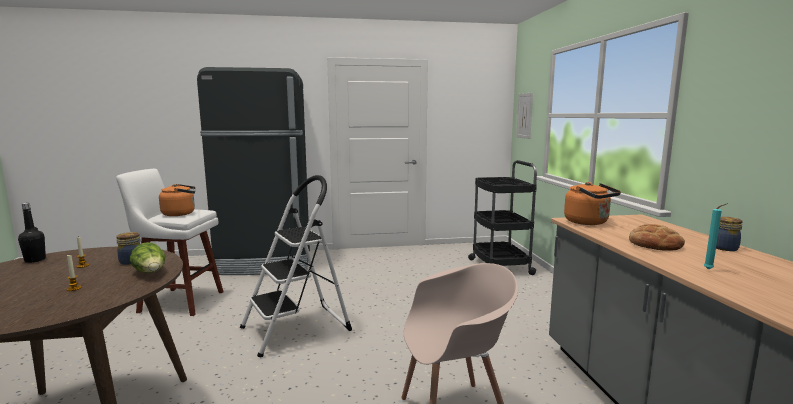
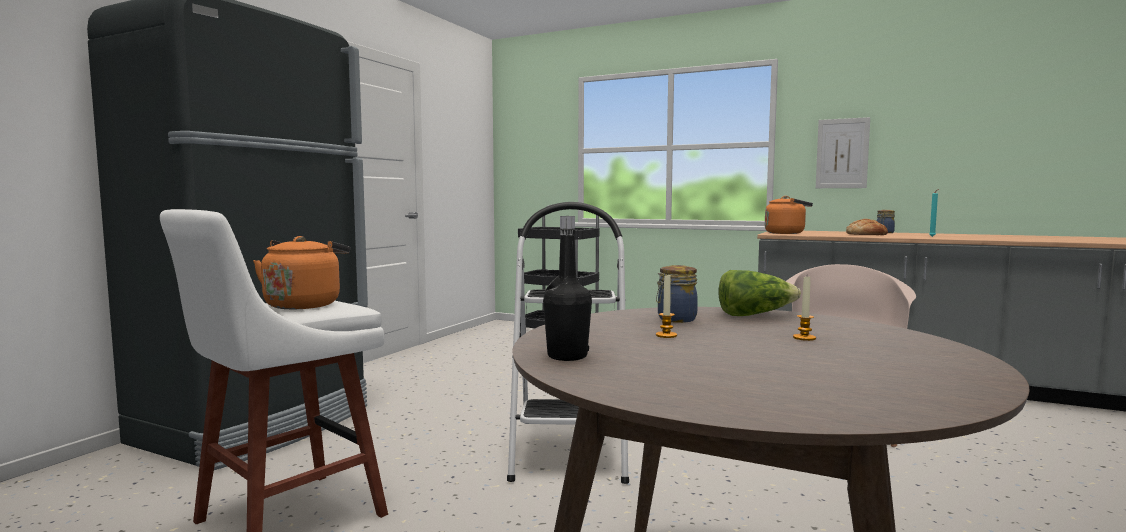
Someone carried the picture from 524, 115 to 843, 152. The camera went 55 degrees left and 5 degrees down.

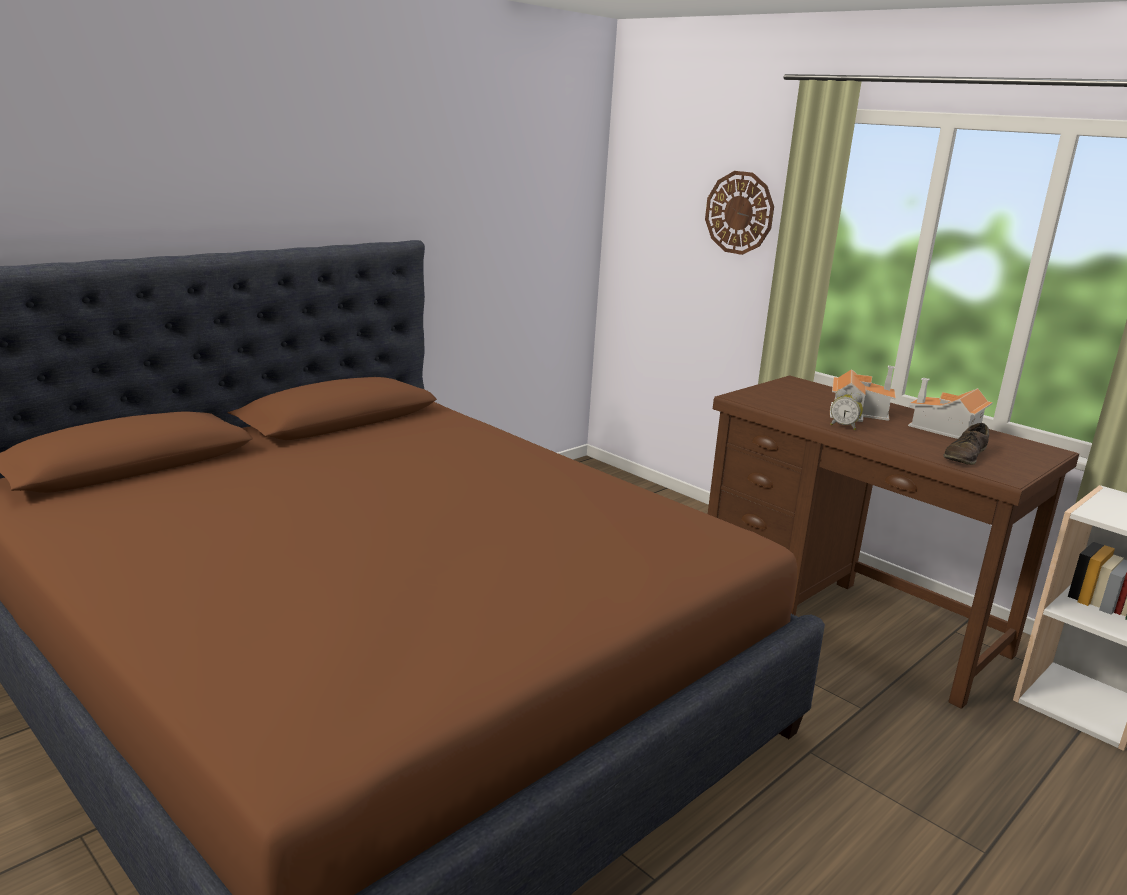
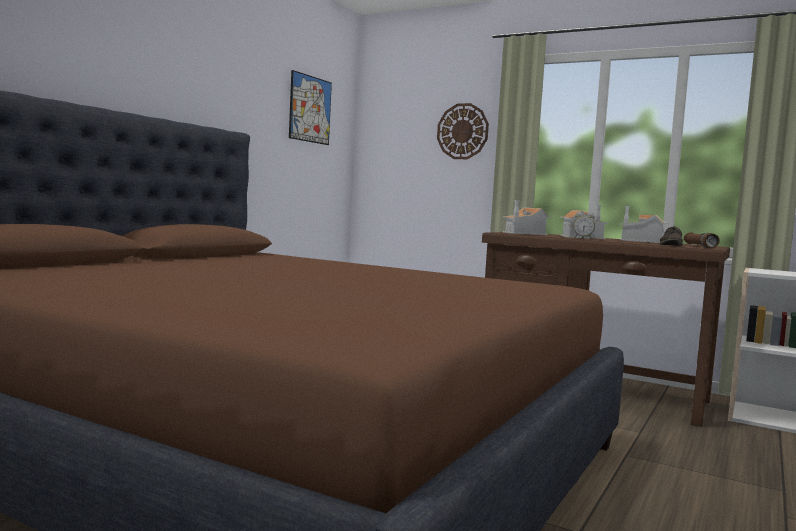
Someone put up the picture at 310, 107. Someone put down the toy house at 527, 217. Someone put down the brown flashlight at 702, 240. The camera went 15 degrees left and 15 degrees down.

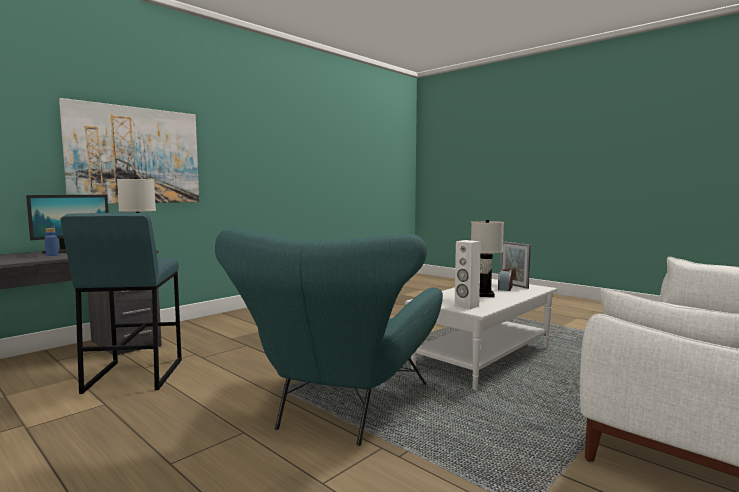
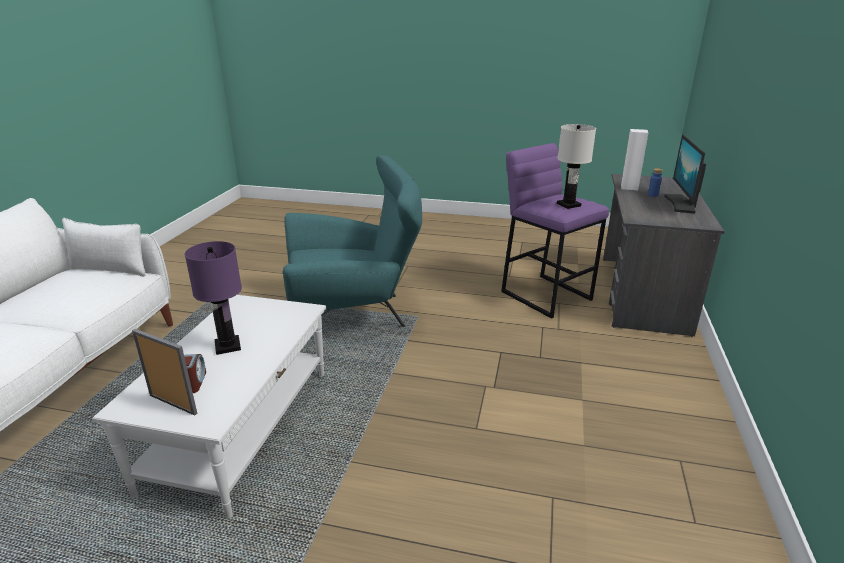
Someone took away the picture at 129, 151. Someone carried the white speaker from 467, 274 to 634, 159. Someone repainted the turquoise stool at 121, 303, which became the purple stool at 555, 231. Someone repainted the white table lamp at 487, 258, which became the purple table lamp at 213, 298. Someone rotated the turquoise armchair at 329, 337 by 90 degrees clockwise. The camera went 150 degrees right and 20 degrees up.

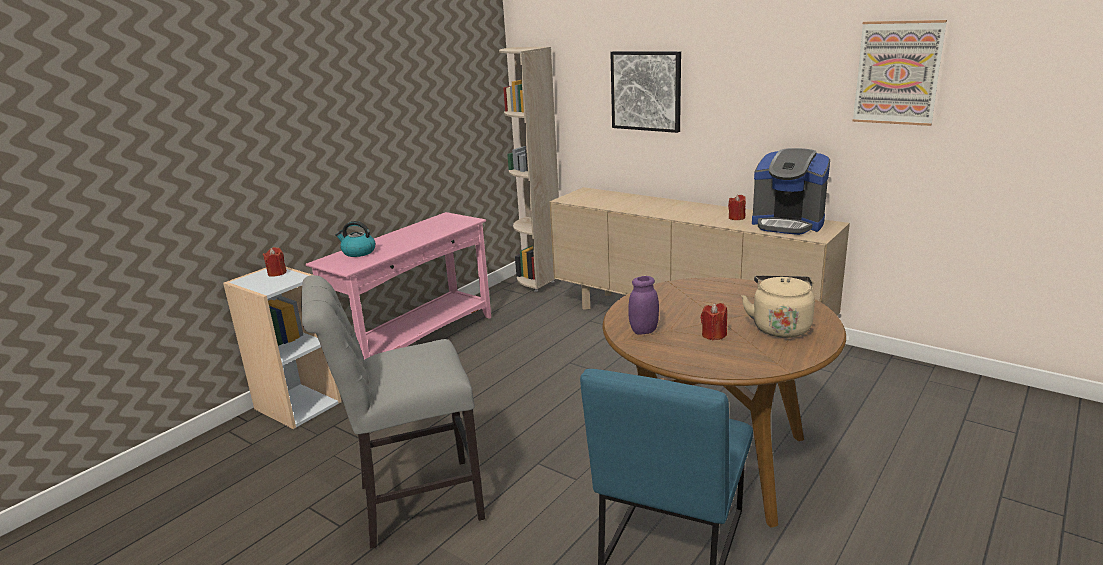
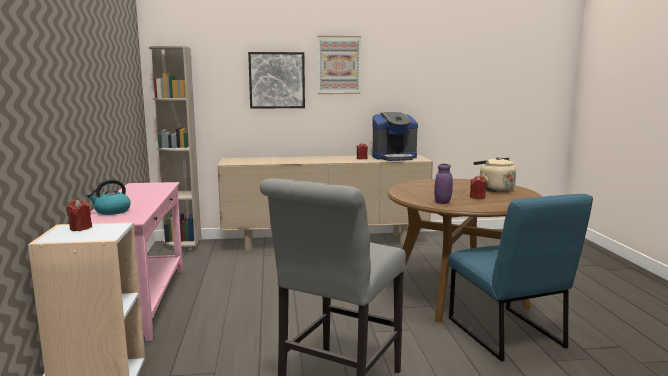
Someone carried the picture from 899, 73 to 339, 65. The camera went 45 degrees left and 10 degrees down.

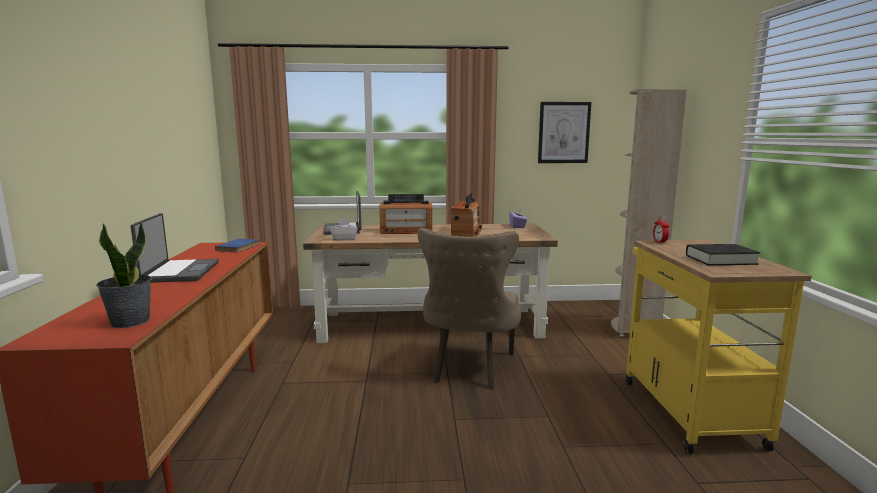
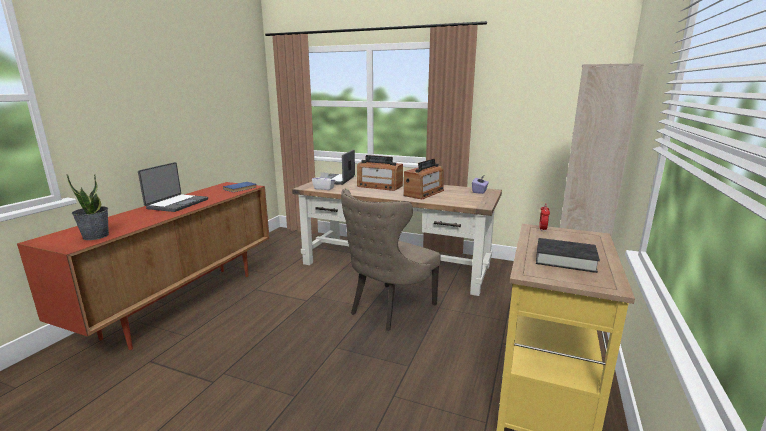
Someone took away the picture at 564, 132. The camera went 25 degrees right and 5 degrees up.

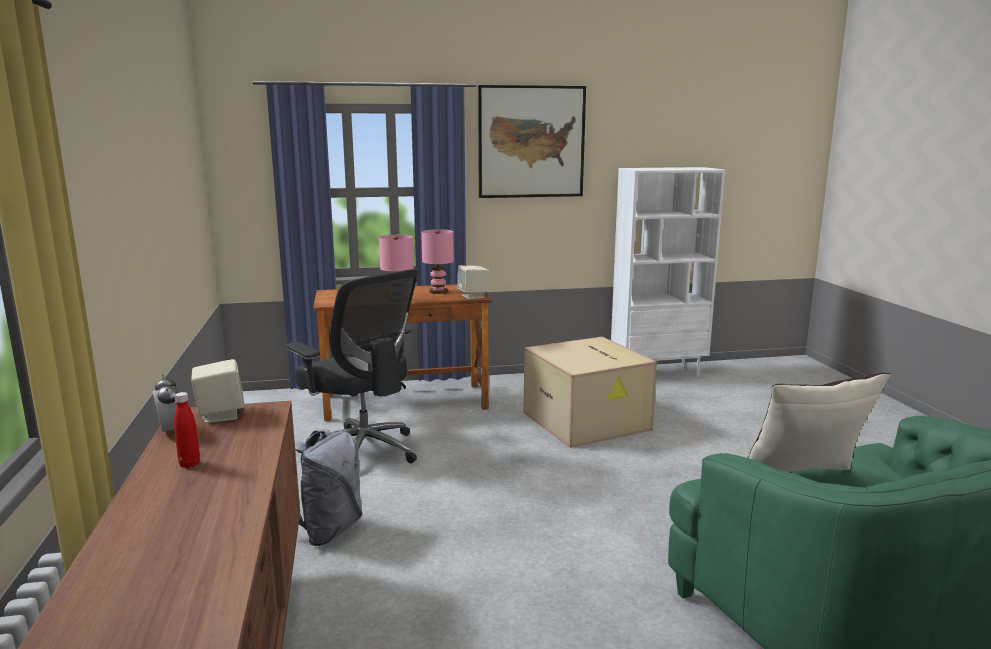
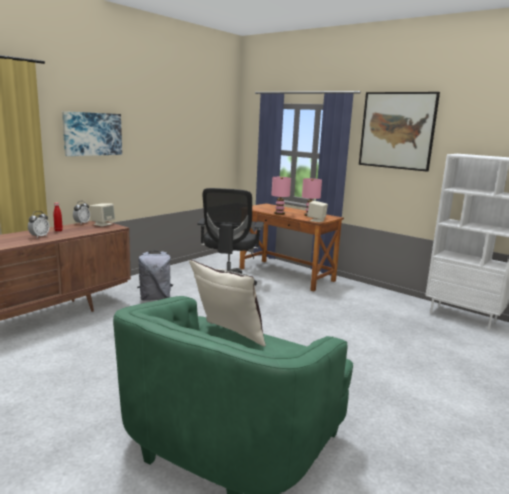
Someone took away the cardboard box at 590, 392. Someone put down the alarm clock at 39, 224. Someone put up the picture at 92, 133. The camera went 50 degrees right and 0 degrees up.

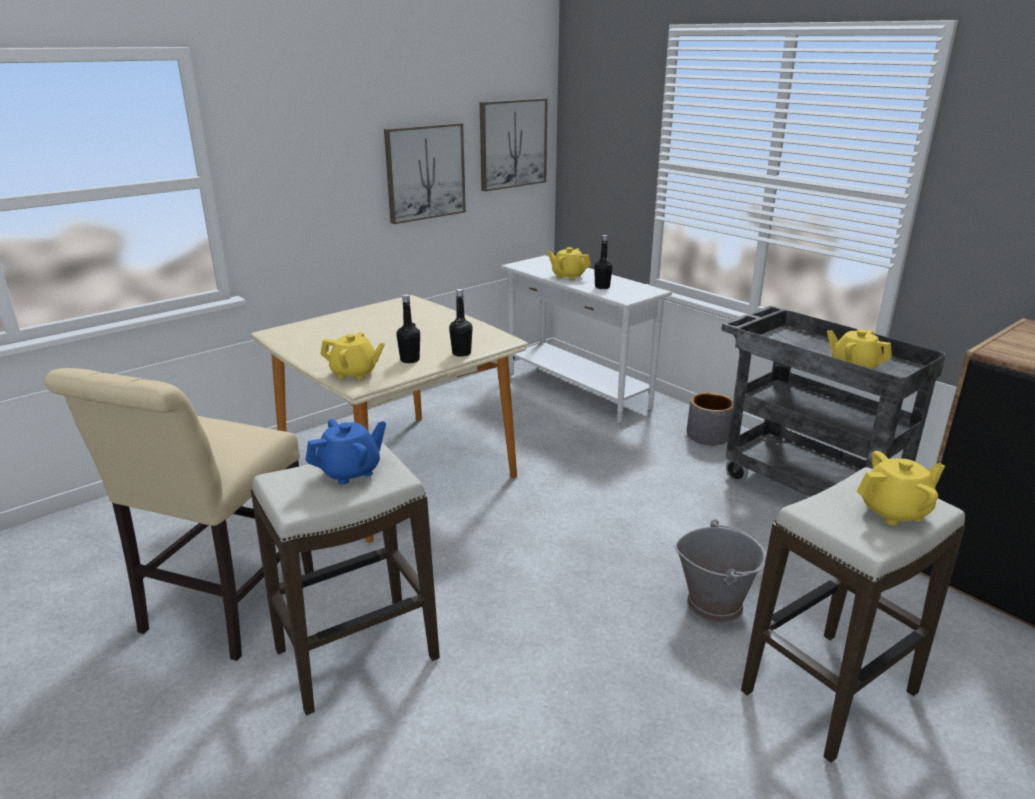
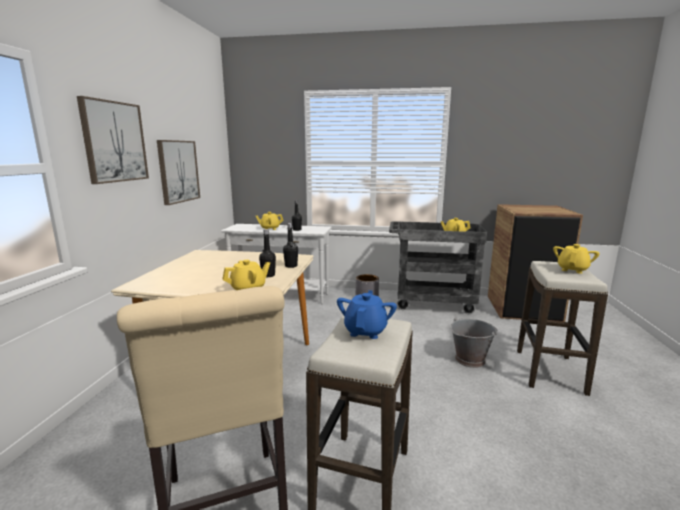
Someone carried the picture from 514, 144 to 113, 140. The camera went 40 degrees left and 10 degrees down.

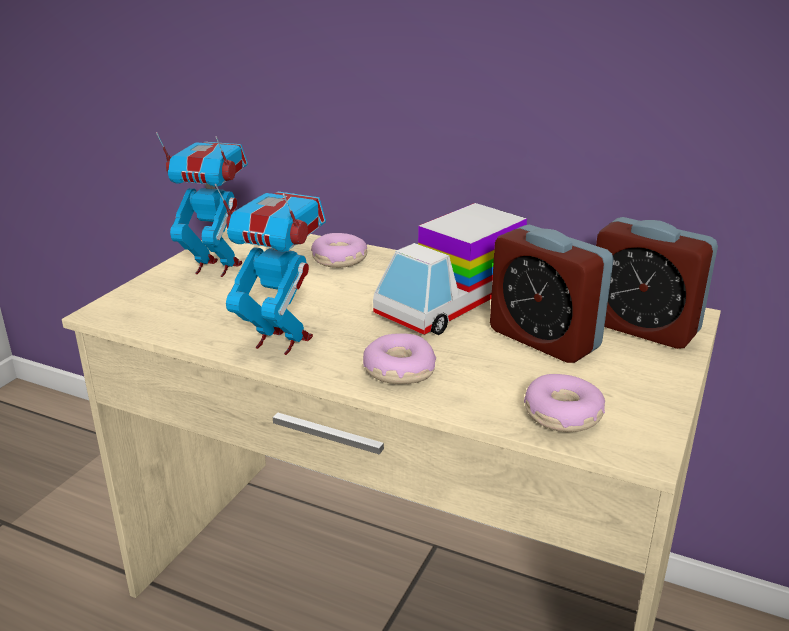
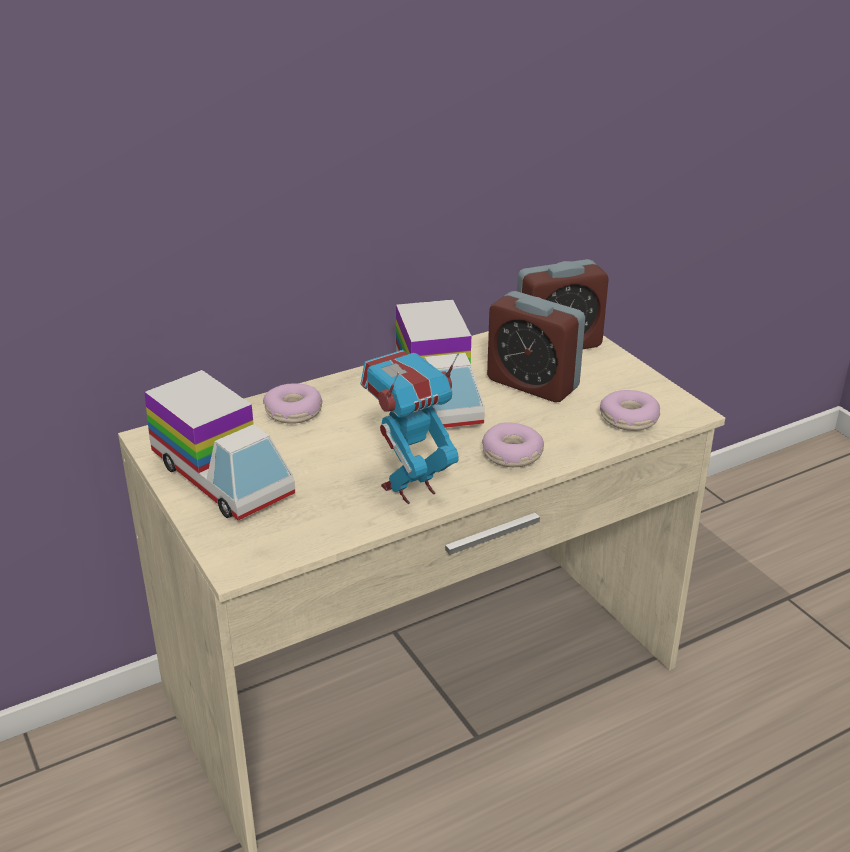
Someone swapped the toy robot at 202, 204 for the toy truck at 219, 445. Someone rotated the alarm clock at 552, 294 by 45 degrees clockwise. The camera went 55 degrees left and 5 degrees up.

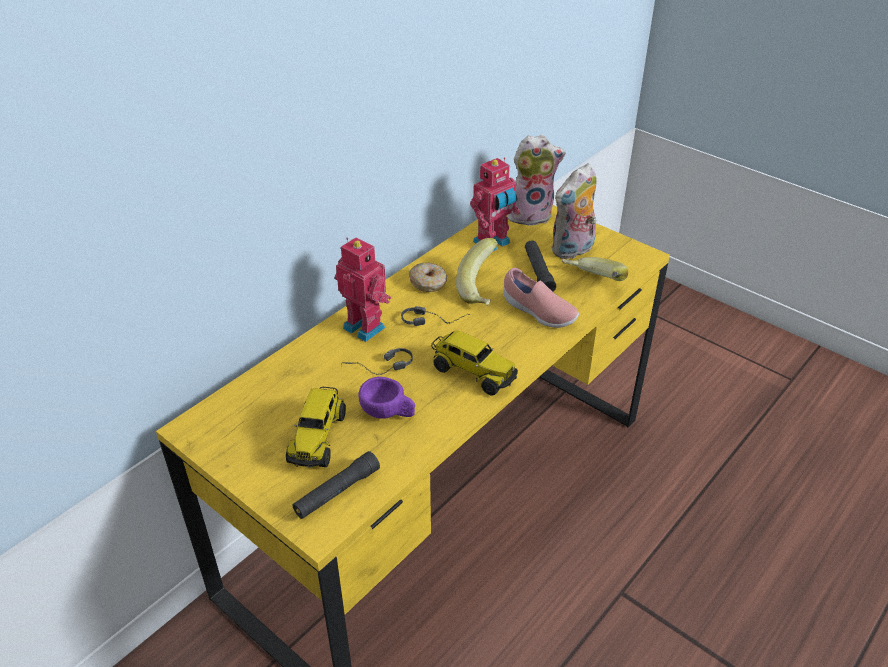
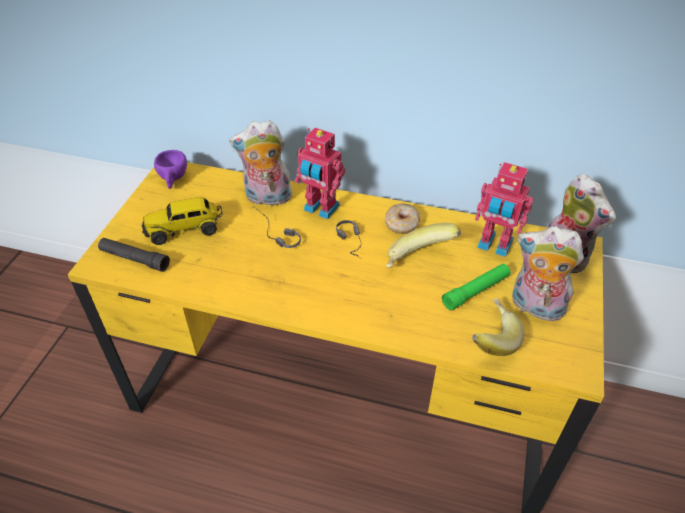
Someone took away the toy truck at 474, 363. Someone took away the pink shoe at 541, 298. Someone put down the plush toy at 260, 163. Someone carried the purple cup from 386, 398 to 170, 169. Someone repainted the black flashlight at 540, 266, which became the green flashlight at 476, 287. Someone rotated the toy robot at 363, 289 by 105 degrees clockwise. The camera went 65 degrees right and 5 degrees up.

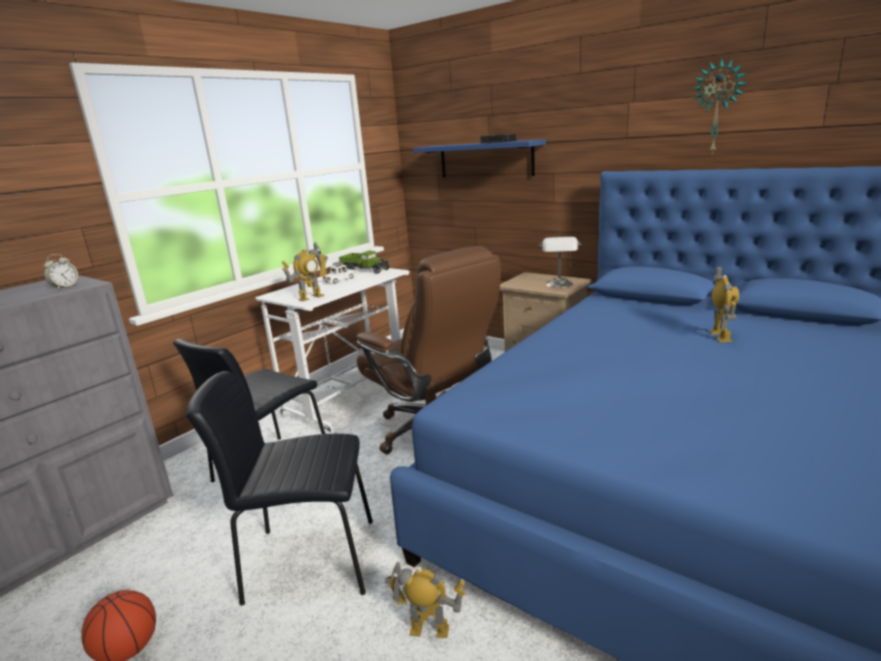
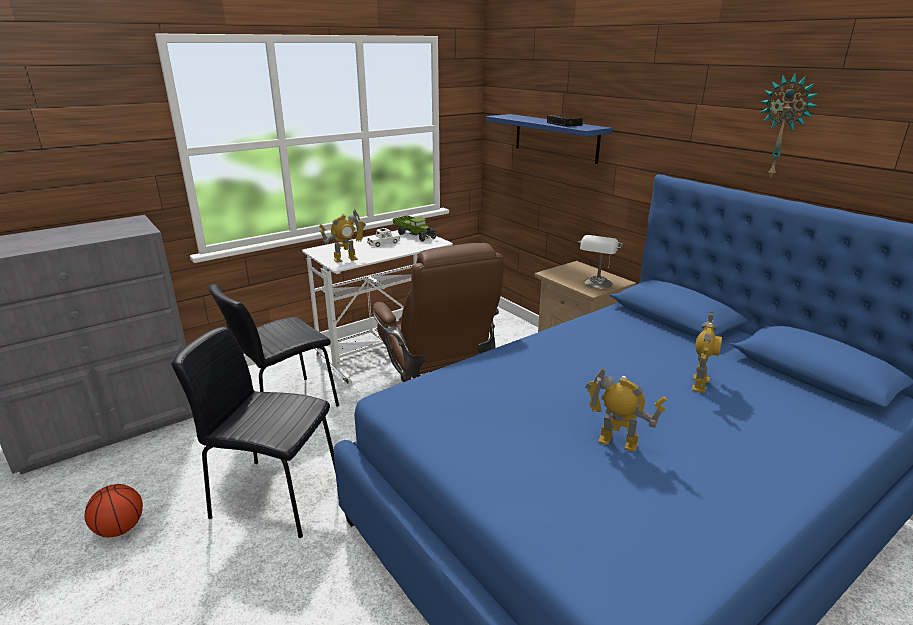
Someone took away the alarm clock at 61, 272. Someone carried the toy robot from 425, 599 to 626, 409. The camera went 15 degrees right and 5 degrees up.

